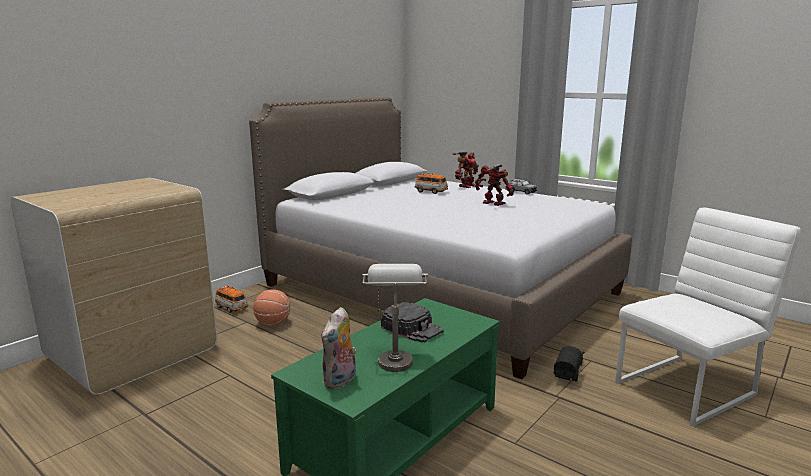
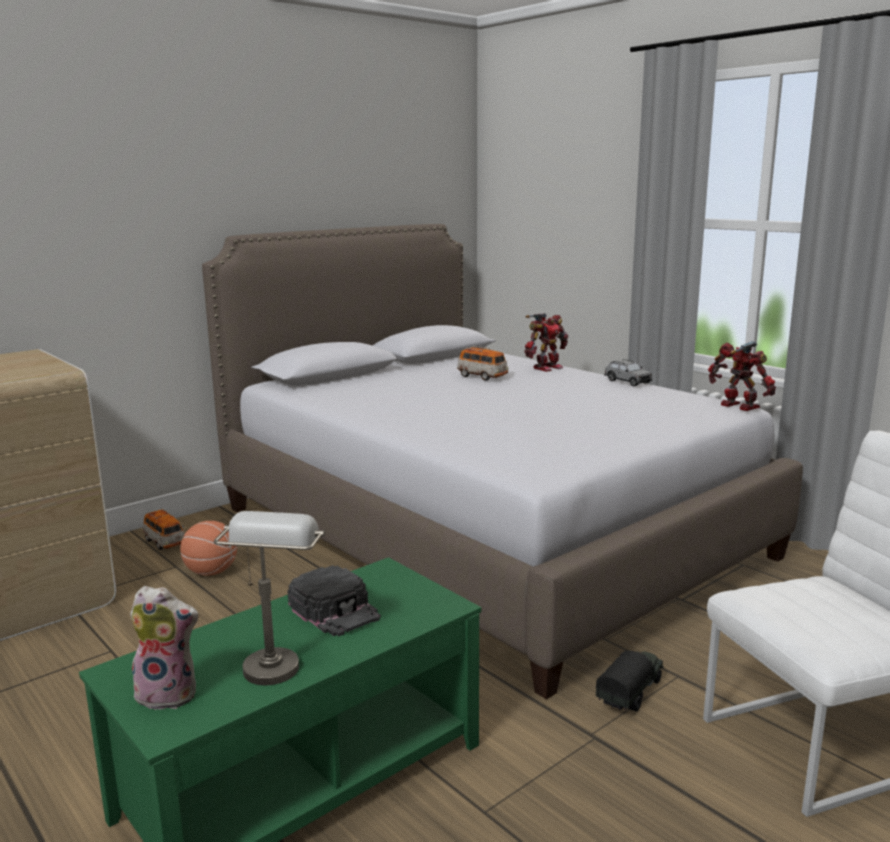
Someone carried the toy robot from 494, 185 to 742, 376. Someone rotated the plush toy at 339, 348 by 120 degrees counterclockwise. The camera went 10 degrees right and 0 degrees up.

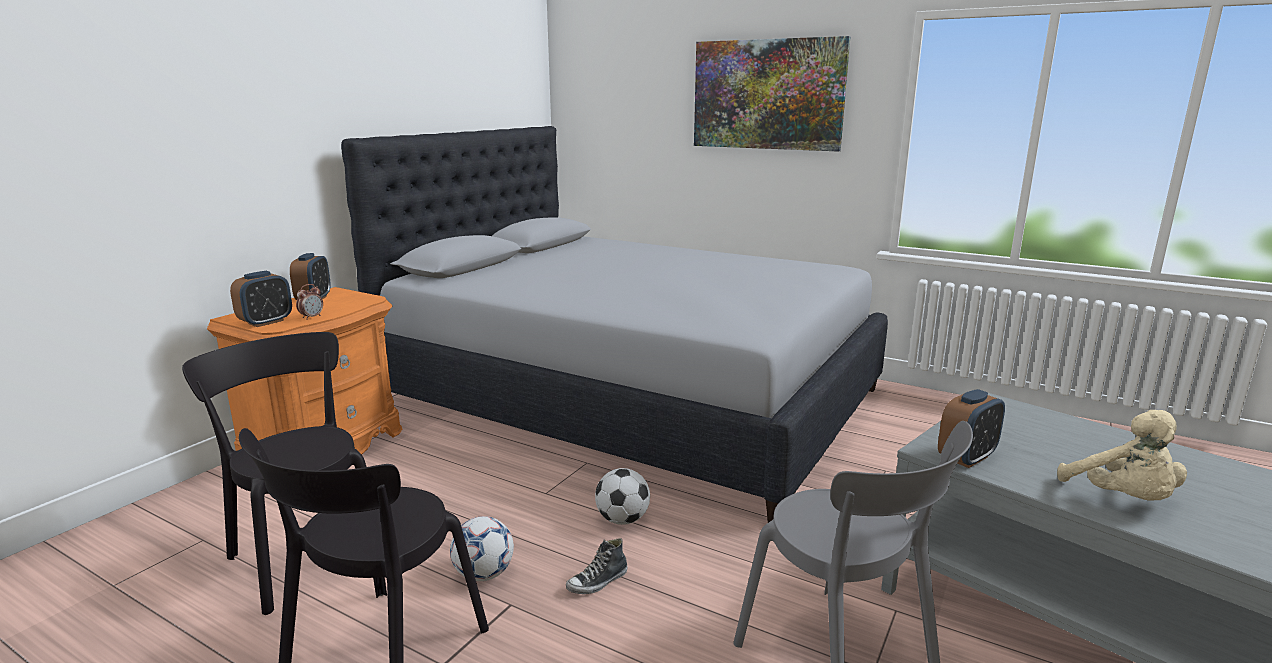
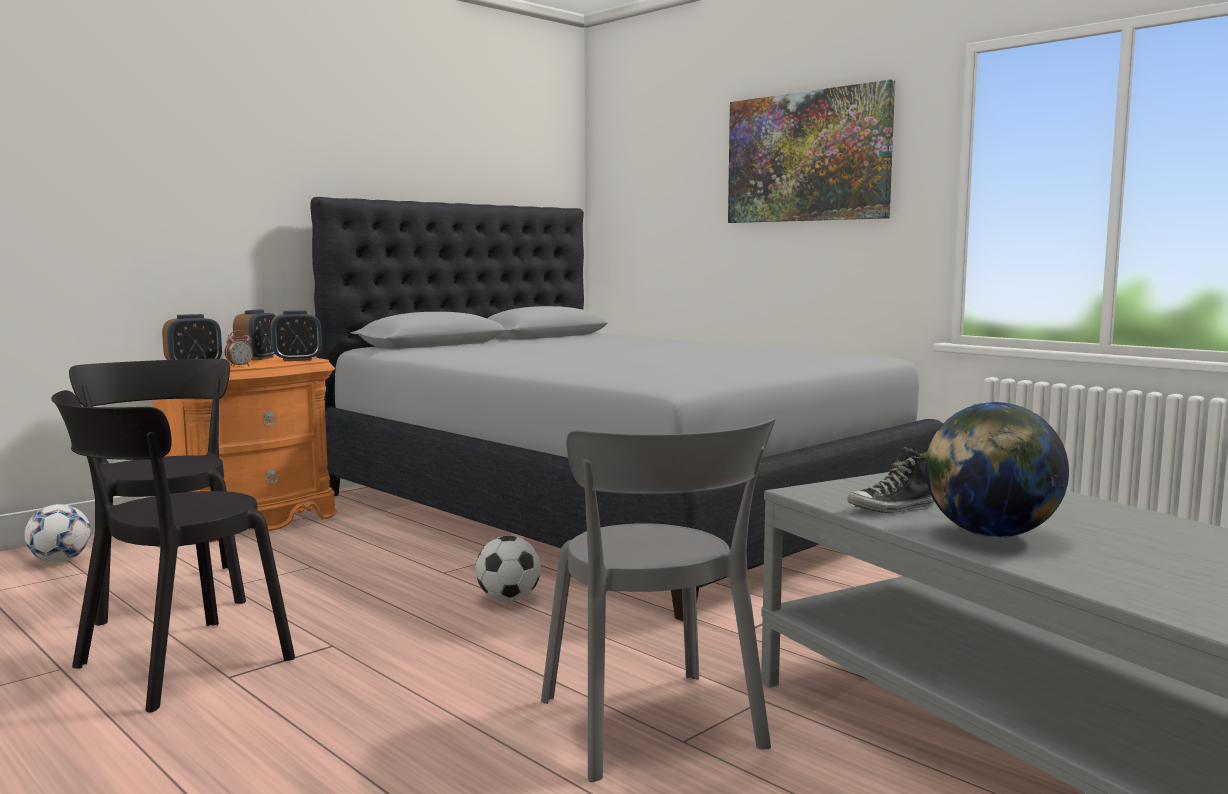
Someone carried the football from 482, 548 to 57, 533. Someone carried the shoe from 597, 566 to 891, 480. Someone carried the alarm clock from 971, 428 to 296, 335. Someone swapped the beige plush toy at 1122, 455 for the globe at 997, 470. The camera went 15 degrees right and 10 degrees down.

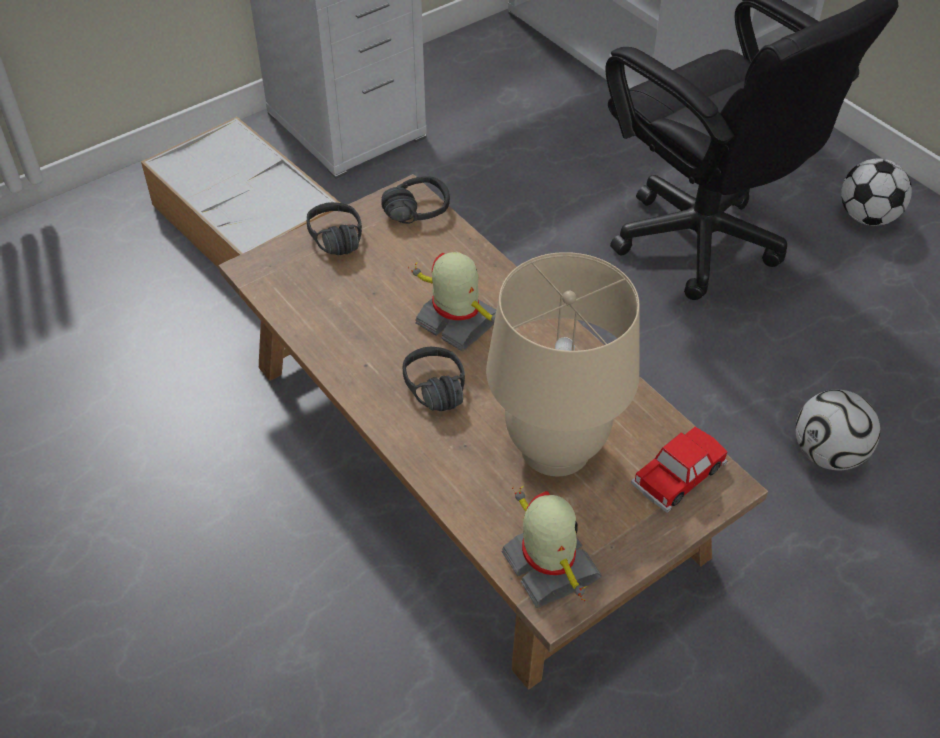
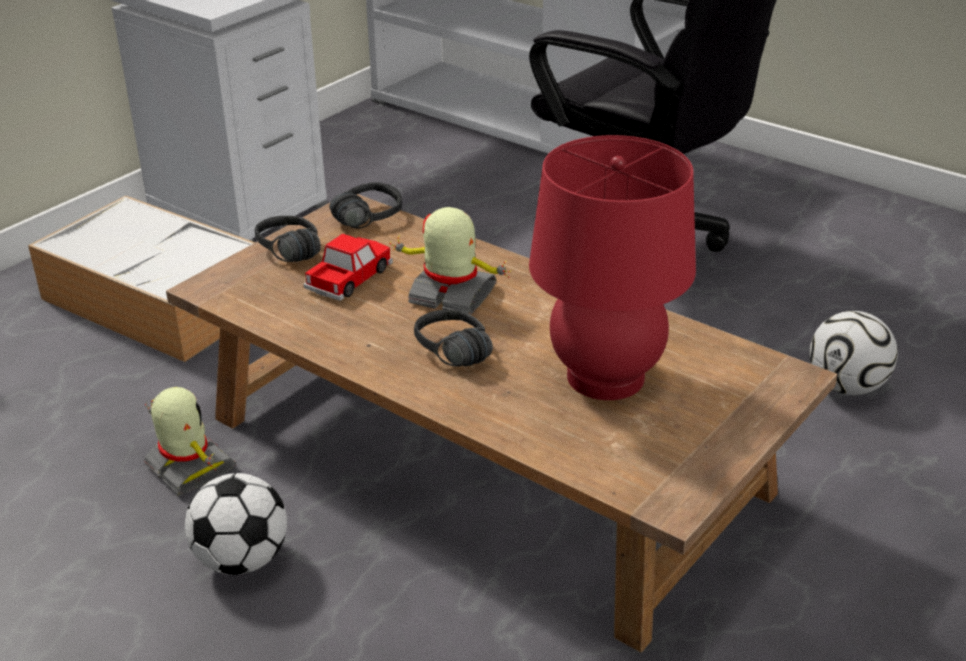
Someone carried the toy robot from 552, 547 to 190, 441. Someone carried the toy car from 679, 470 to 348, 267. Someone carried the football from 876, 192 to 236, 524. Someone repainted the beige table lamp at 562, 364, which became the red table lamp at 612, 267. The camera went 15 degrees left and 15 degrees down.

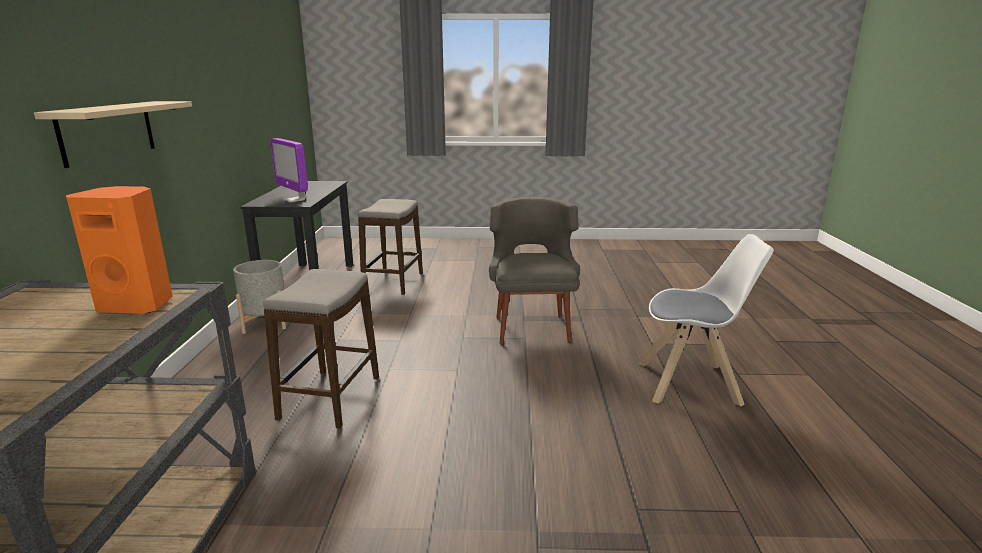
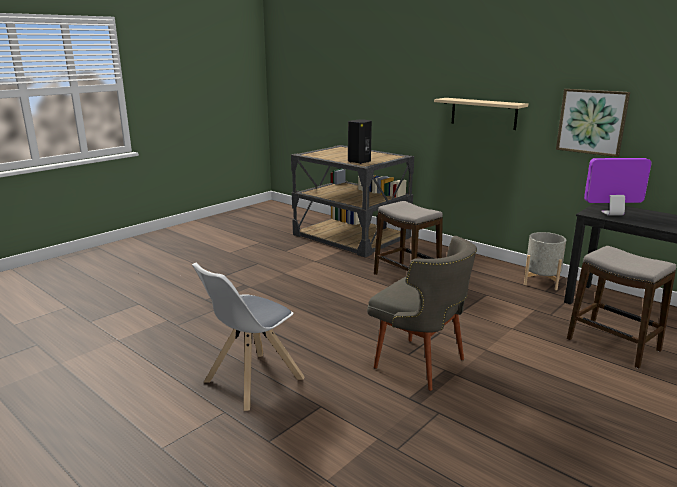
Someone put up the picture at 593, 123. Someone repainted the orange speaker at 119, 250, which became the black speaker at 360, 141. The camera went 130 degrees right and 0 degrees up.

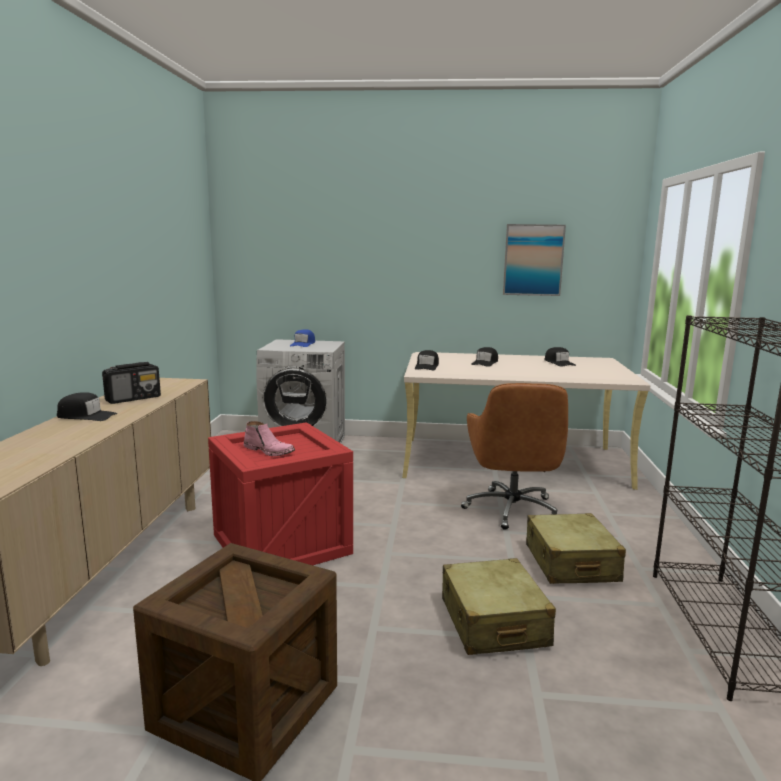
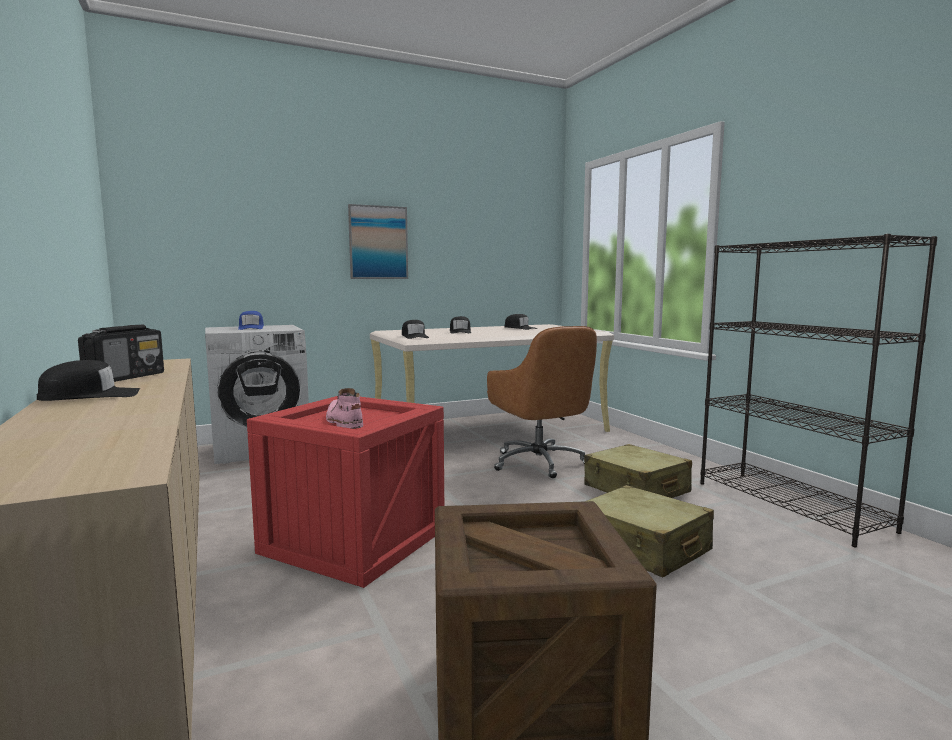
Someone carried the picture from 534, 260 to 378, 241. Someone rotated the pink boot at 269, 438 by 120 degrees counterclockwise. The camera went 30 degrees left and 5 degrees down.

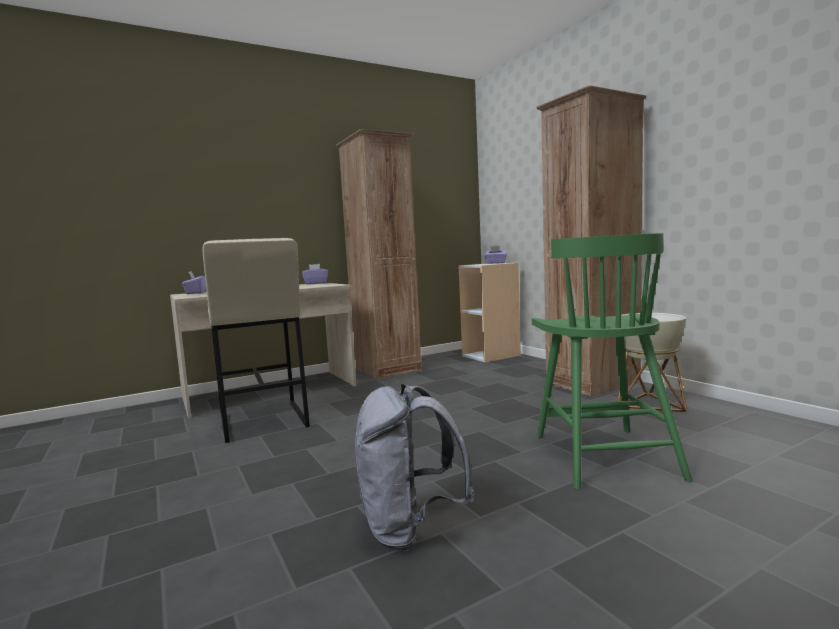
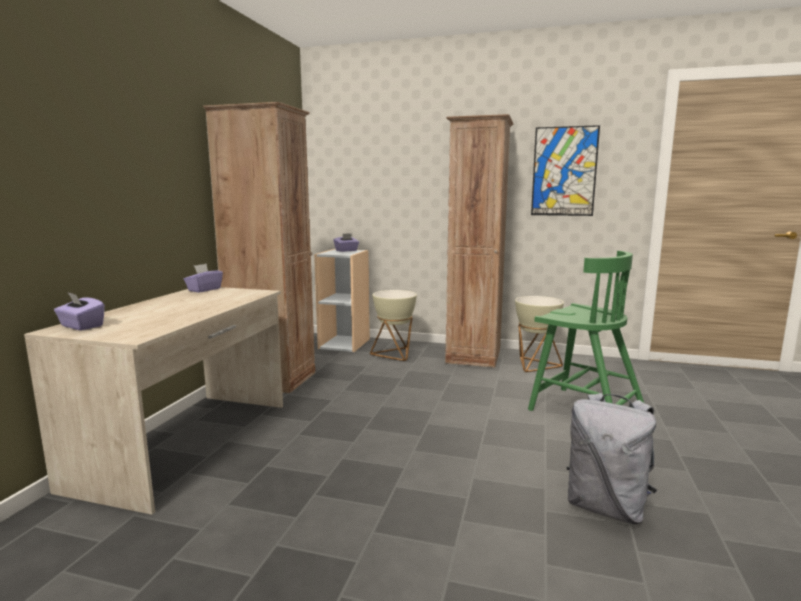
Someone took away the beige stool at 256, 340. Someone put down the planter at 393, 325. Someone put up the picture at 565, 170. The camera went 45 degrees left and 5 degrees up.

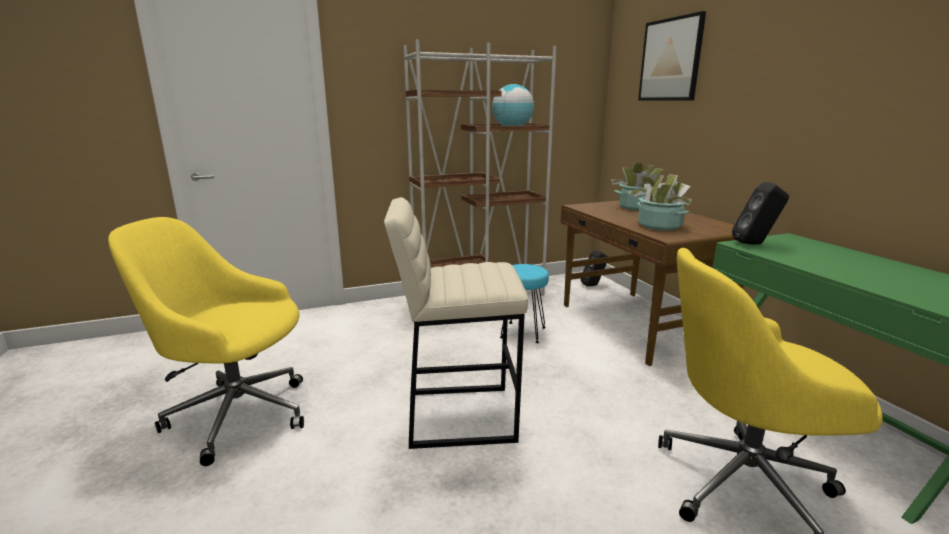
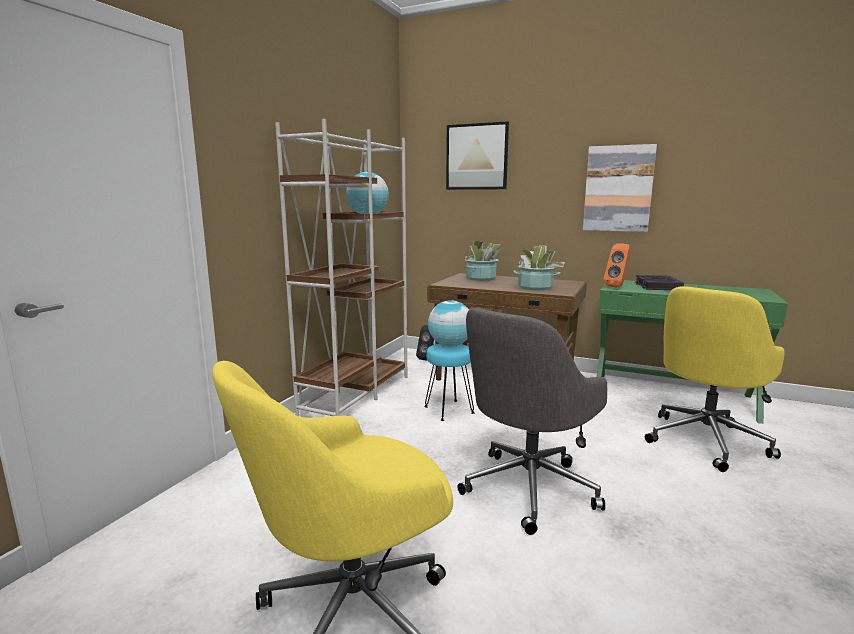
Someone put down the globe at 448, 323. Someone put up the picture at 620, 188. Someone put down the book at 659, 282. Someone swapped the beige stool at 456, 323 for the grey office chair at 532, 421. Someone repainted the black speaker at 760, 213, which became the orange speaker at 617, 266. The camera went 45 degrees left and 5 degrees down.

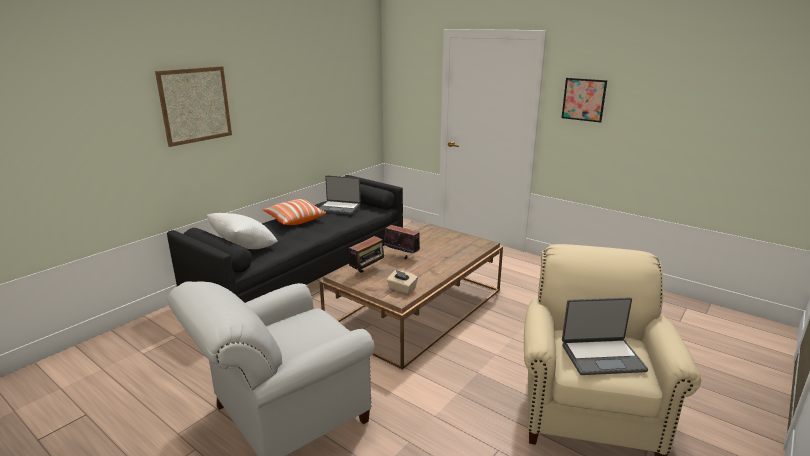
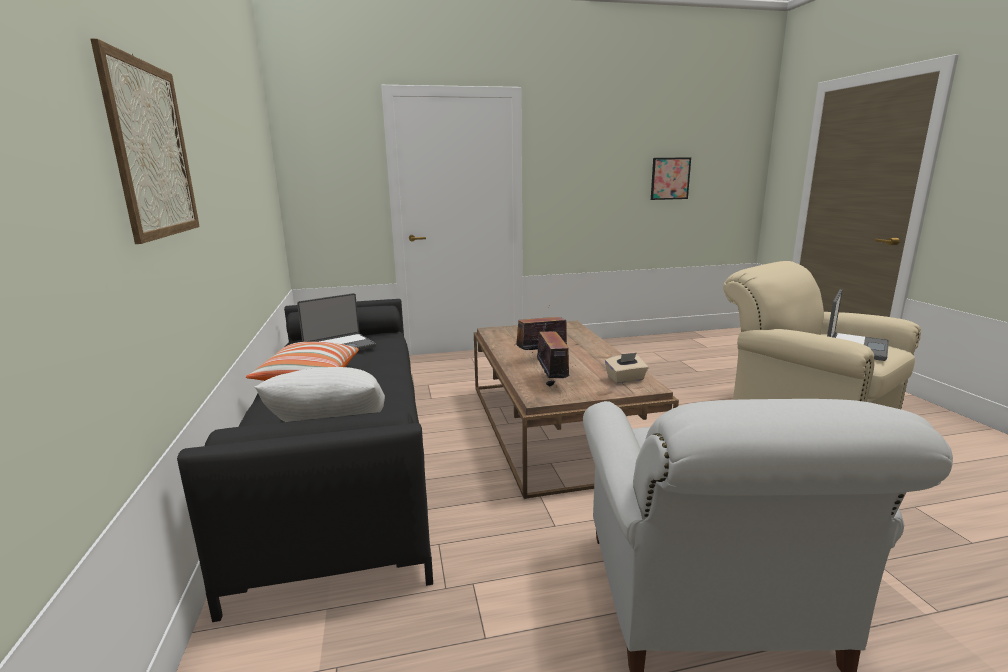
Someone carried the picture from 584, 100 to 671, 178. The camera went 50 degrees left and 5 degrees down.

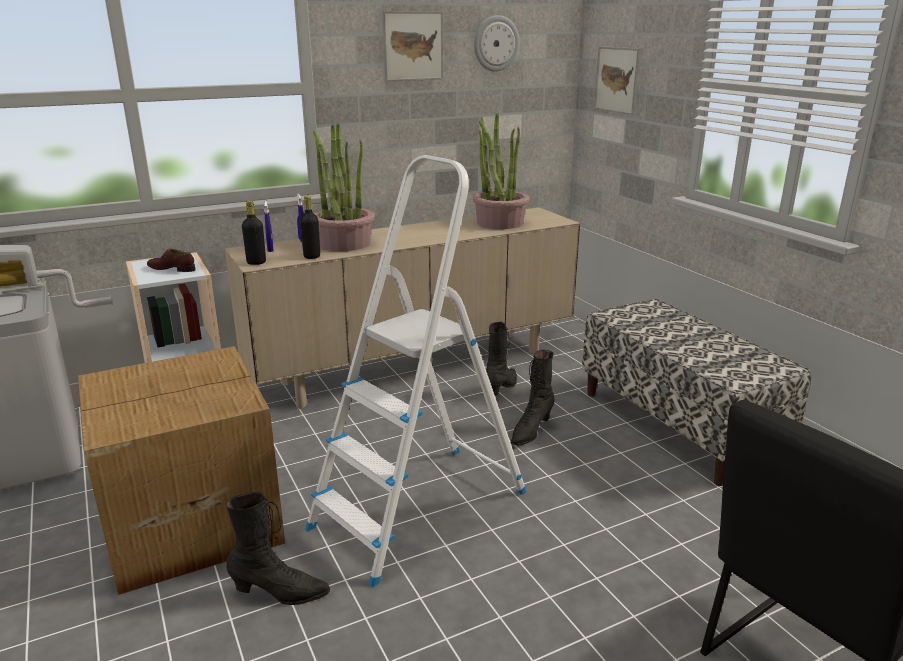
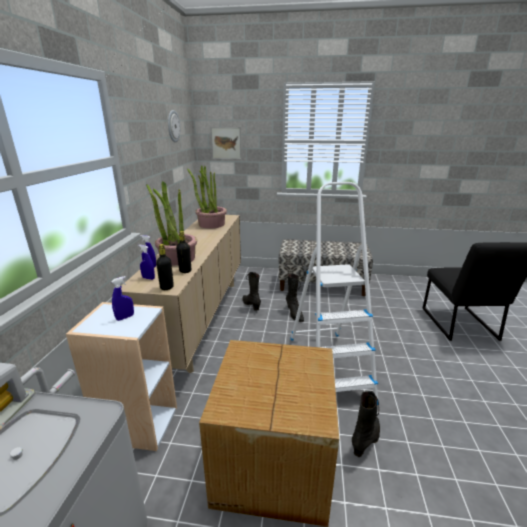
Someone took away the picture at 412, 46. Someone swapped the brown shoe at 171, 260 for the blue spray bottle at 122, 298. The camera went 55 degrees left and 0 degrees up.

